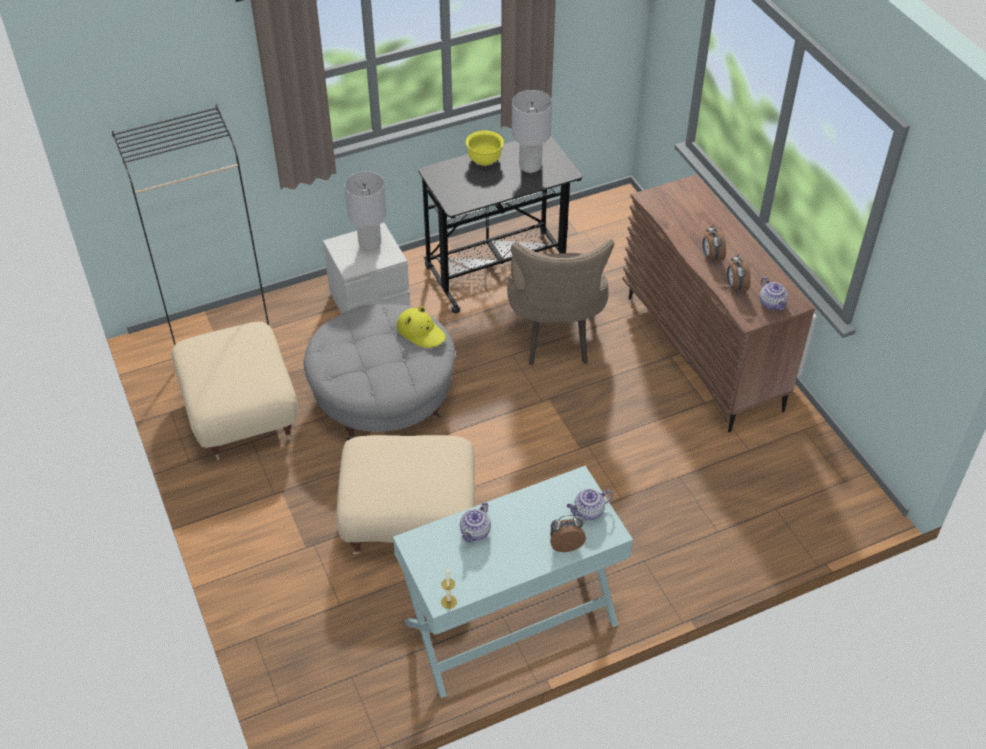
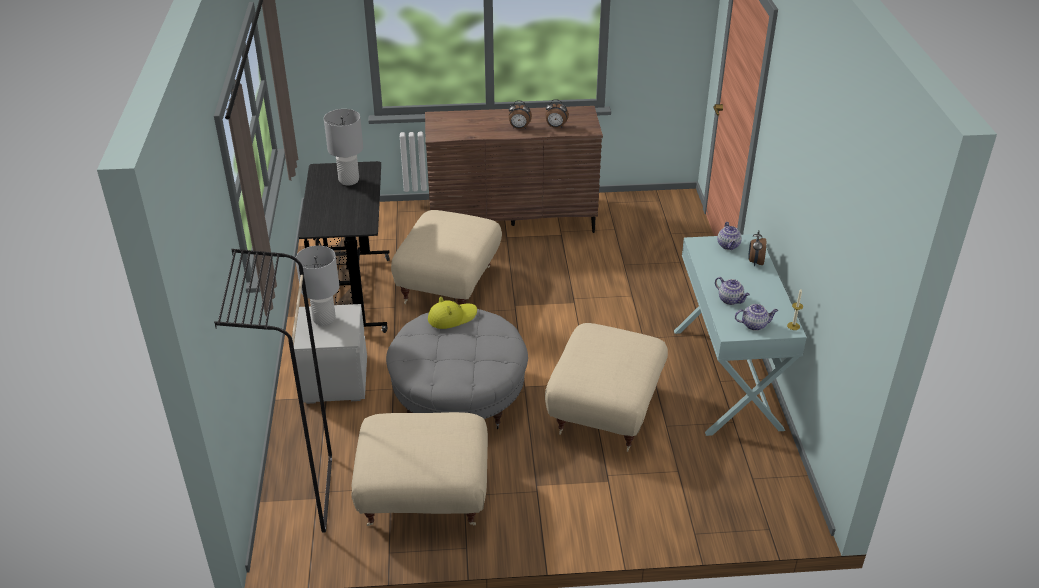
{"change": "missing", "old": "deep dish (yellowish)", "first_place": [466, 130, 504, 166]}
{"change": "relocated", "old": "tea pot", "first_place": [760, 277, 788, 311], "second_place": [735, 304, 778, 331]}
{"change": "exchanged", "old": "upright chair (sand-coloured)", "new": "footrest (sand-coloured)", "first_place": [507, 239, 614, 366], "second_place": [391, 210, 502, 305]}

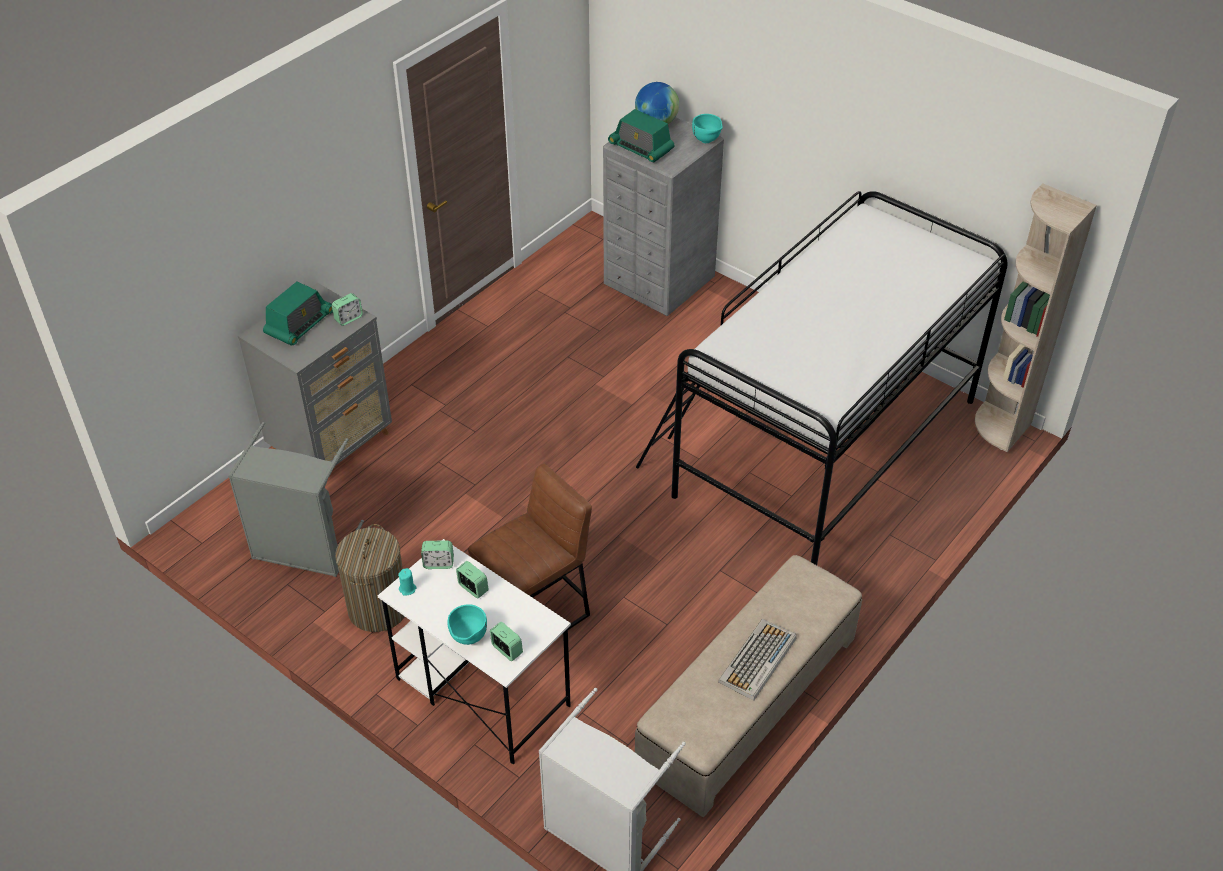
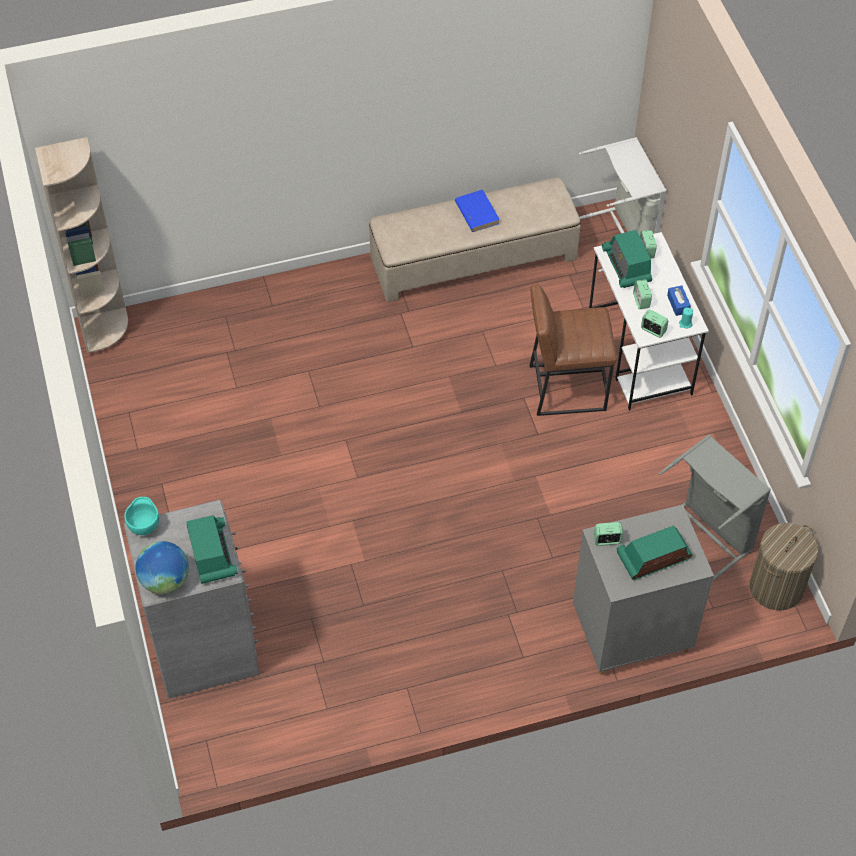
{"change": "missing", "old": "deep dish (turquoise)", "first_place": [447, 604, 487, 645]}
{"change": "missing", "old": "sleeping bed (black-coloured)", "first_place": [636, 191, 1007, 565]}
{"change": "appeared", "new": "radio set", "second_place": [602, 230, 652, 288]}
{"change": "appeared", "new": "tissue box (bluish)", "second_place": [667, 286, 691, 316]}
{"change": "relocated", "old": "laundry basket", "first_place": [335, 524, 405, 632], "second_place": [750, 523, 818, 611]}
{"change": "exchanged", "old": "computer keyboard", "new": "bound book (bluish)", "first_place": [718, 619, 797, 701], "second_place": [455, 190, 500, 232]}

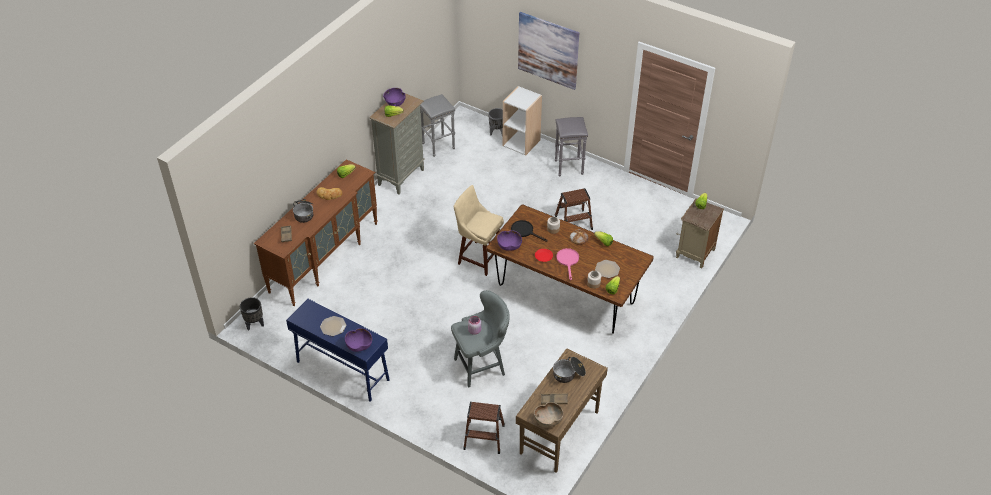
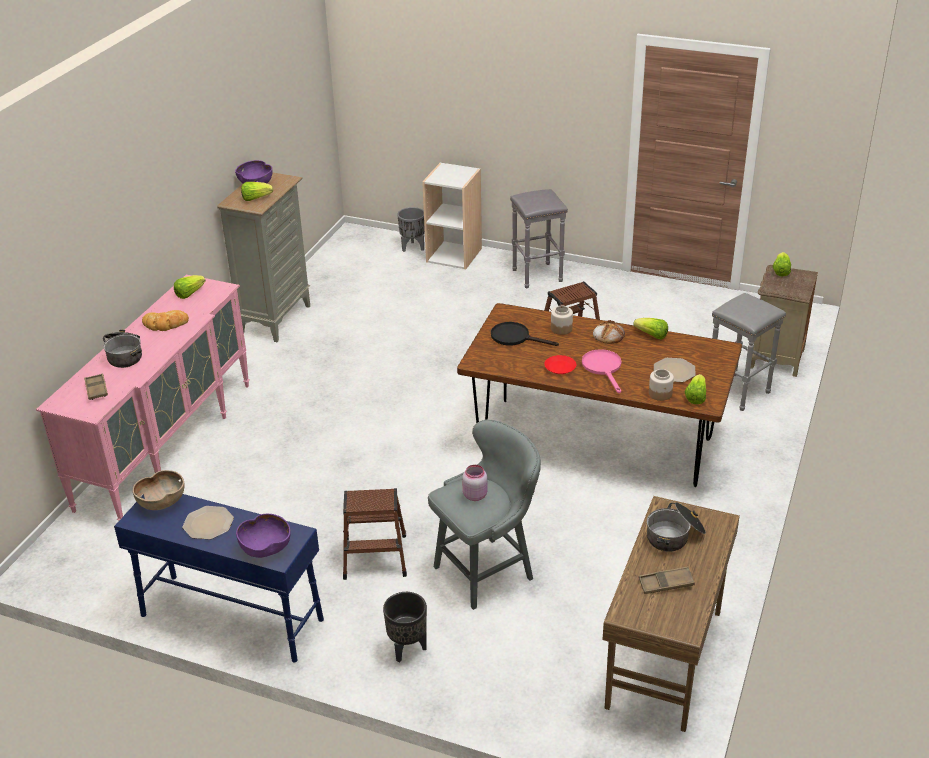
{"change": "missing", "old": "upright chair (sand-coloured)", "first_place": [454, 185, 504, 276]}
{"change": "missing", "old": "deep dish (purple-coloured)", "first_place": [497, 230, 522, 251]}
{"change": "missing", "old": "wall picture", "first_place": [518, 12, 579, 90]}
{"change": "relocated", "old": "plant pot (black-coloured)", "first_place": [240, 297, 264, 330], "second_place": [383, 592, 427, 662]}
{"change": "relocated", "old": "sitting stool (gray)", "first_place": [420, 94, 455, 157], "second_place": [712, 293, 786, 411]}
{"change": "relocated", "old": "step ladder (brown)", "first_place": [463, 401, 505, 454], "second_place": [343, 488, 407, 580]}
{"change": "relocated", "old": "deep dish (brown)", "first_place": [534, 402, 563, 427], "second_place": [133, 470, 185, 510]}
{"change": "colour", "old": "cabinet (brown)", "new": "cabinet (pink)", "first_place": [254, 159, 377, 306], "second_place": [36, 275, 250, 520]}

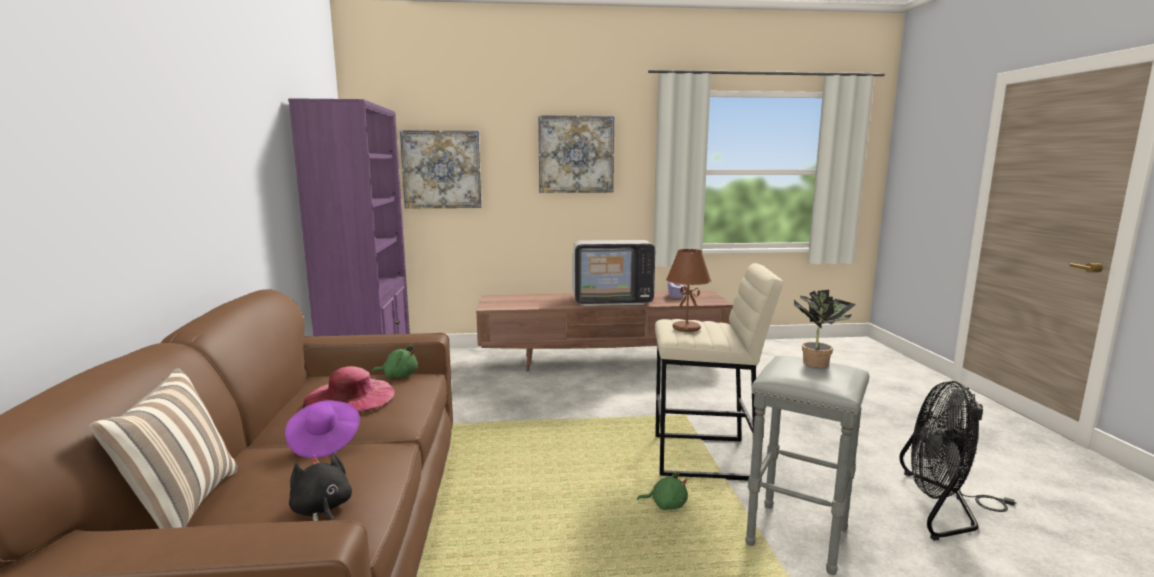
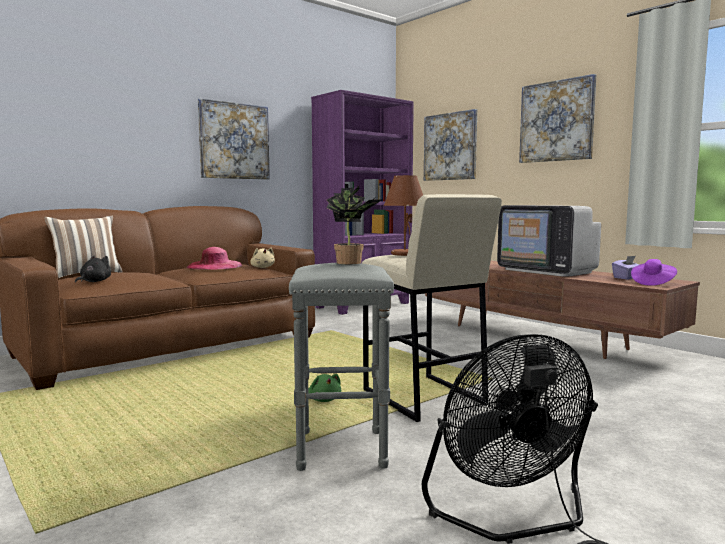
{"change": "appeared", "new": "wall picture", "second_place": [198, 99, 270, 180]}
{"change": "relocated", "old": "clothing hat (purple-coloured)", "first_place": [285, 400, 360, 458], "second_place": [631, 259, 677, 286]}
{"change": "colour", "old": "soft toy (green-coloured)", "new": "soft toy (sand-coloured)", "first_place": [372, 345, 418, 378], "second_place": [250, 248, 275, 268]}

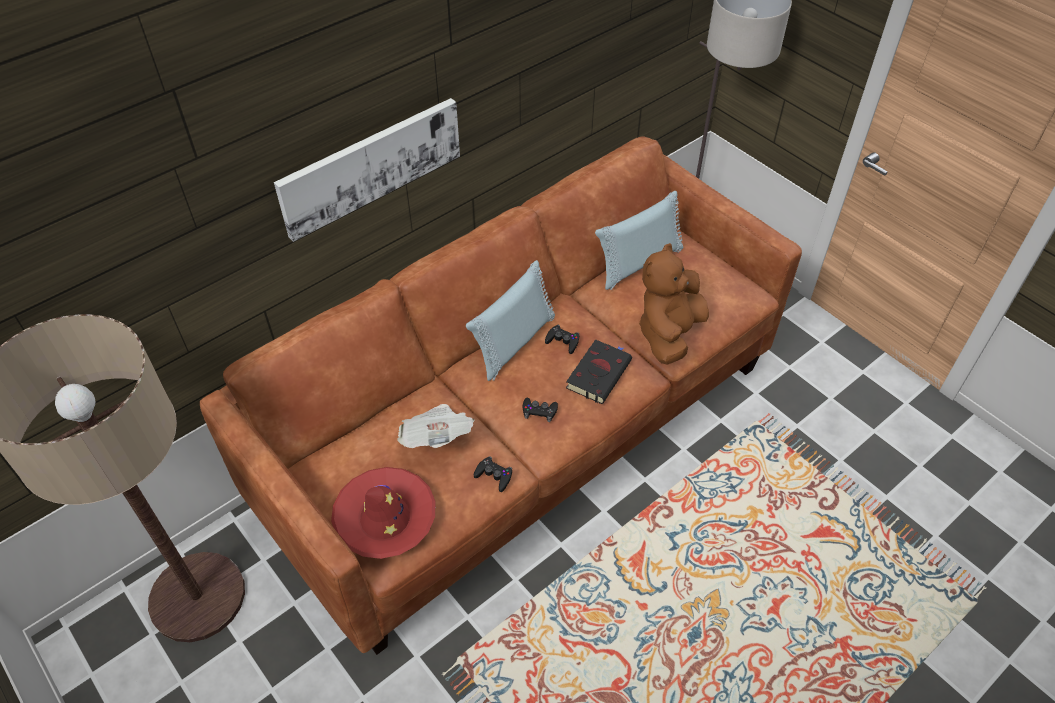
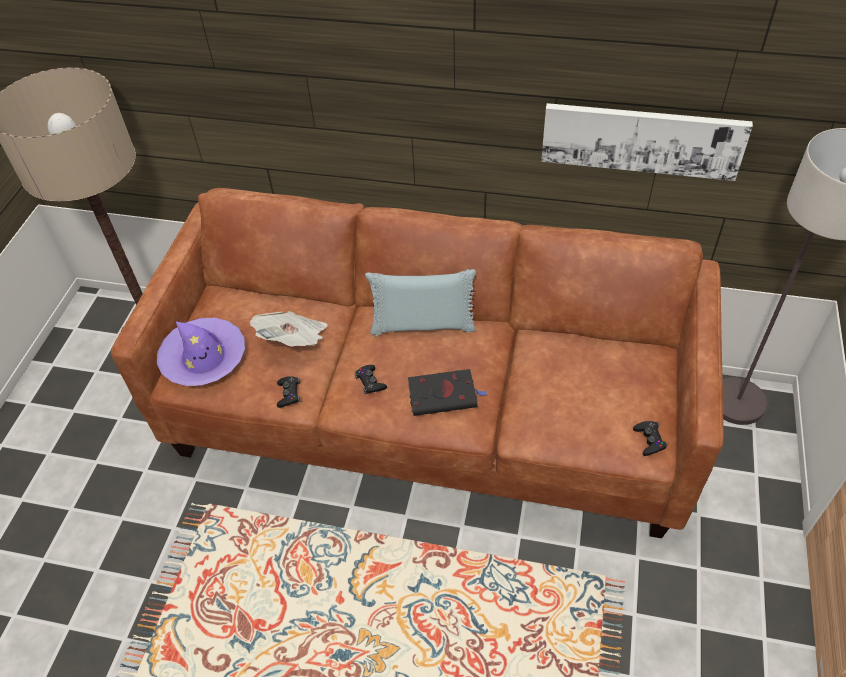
{"change": "missing", "old": "pillow (bluish)", "first_place": [595, 191, 683, 290]}
{"change": "missing", "old": "soft toy (brown)", "first_place": [639, 243, 709, 364]}
{"change": "relocated", "old": "wall picture", "first_place": [274, 98, 460, 242], "second_place": [541, 103, 753, 181]}
{"change": "relocated", "old": "gamepad (black-coloured)", "first_place": [545, 325, 579, 354], "second_place": [633, 421, 668, 456]}
{"change": "colour", "old": "clothing hat (red-coloured)", "new": "clothing hat (purple-coloured)", "first_place": [331, 467, 435, 559], "second_place": [157, 318, 245, 386]}

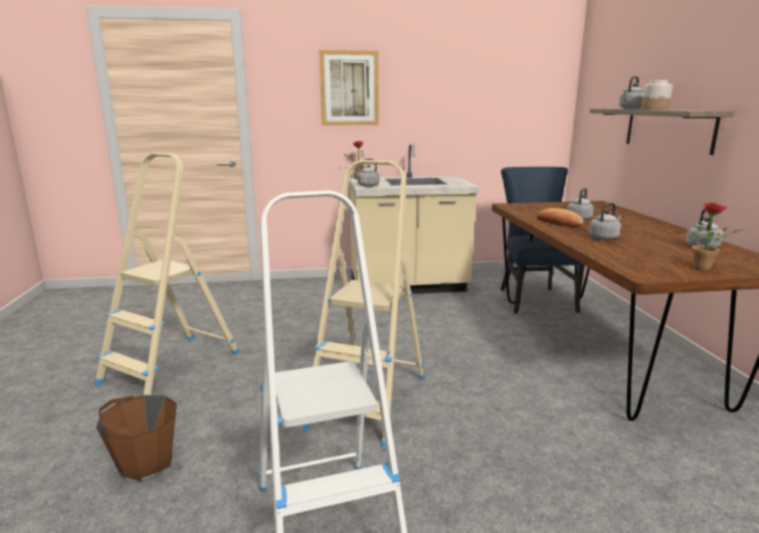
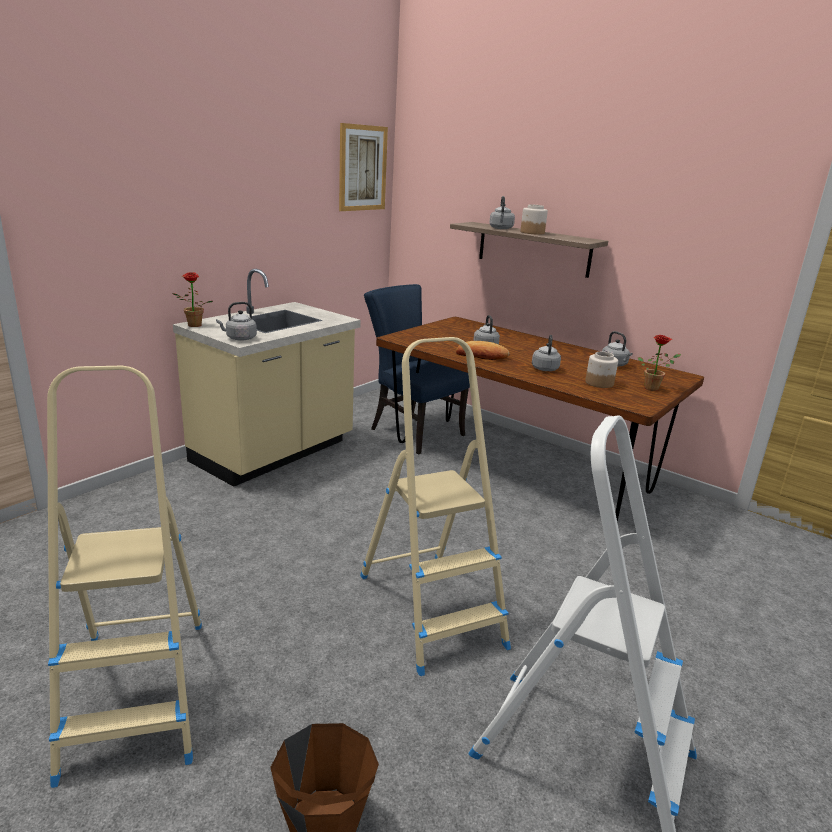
{"change": "appeared", "new": "preserve jar", "second_place": [585, 352, 618, 388]}
{"change": "relocated", "old": "wall picture", "first_place": [319, 50, 379, 126], "second_place": [339, 123, 388, 211]}

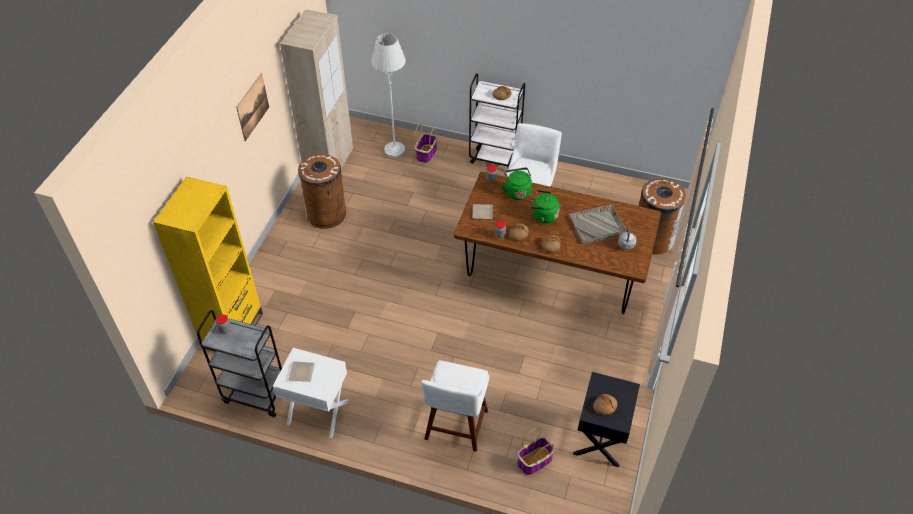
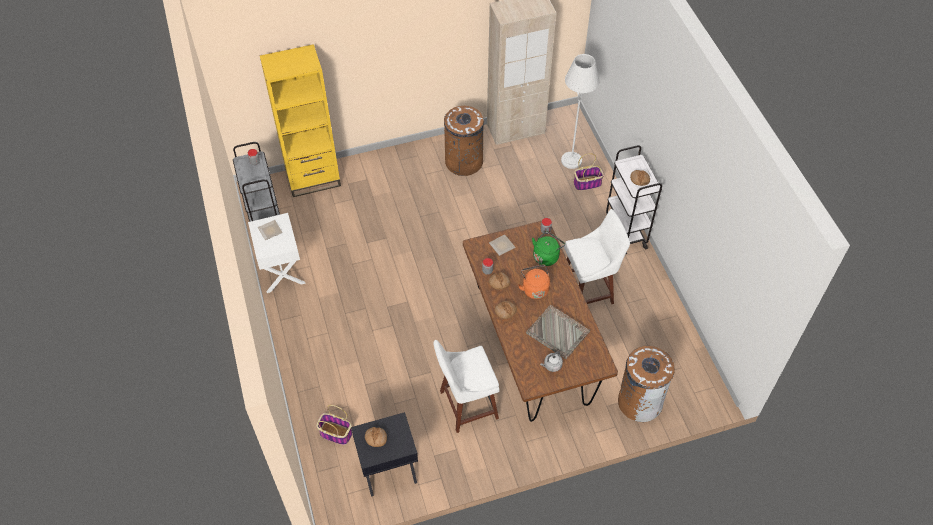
{"change": "missing", "old": "wall picture", "first_place": [236, 73, 269, 141]}
{"change": "relocated", "old": "upright chair (white-coloured)", "first_place": [421, 360, 489, 452], "second_place": [434, 340, 500, 433]}
{"change": "colour", "old": "water kettle (green-coloured)", "new": "water kettle (orangey)", "first_place": [530, 190, 560, 224], "second_place": [518, 265, 550, 299]}

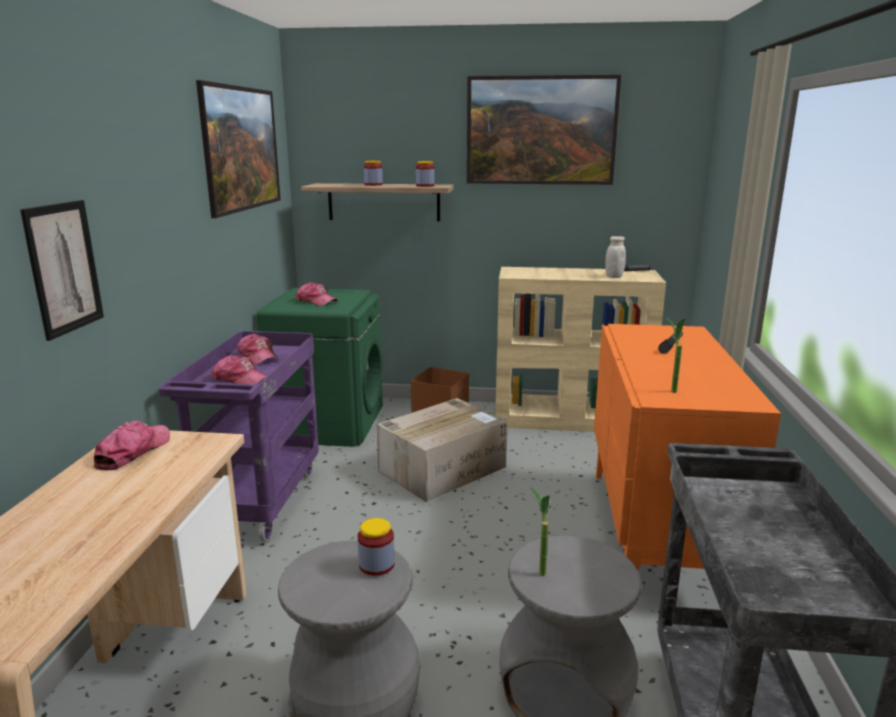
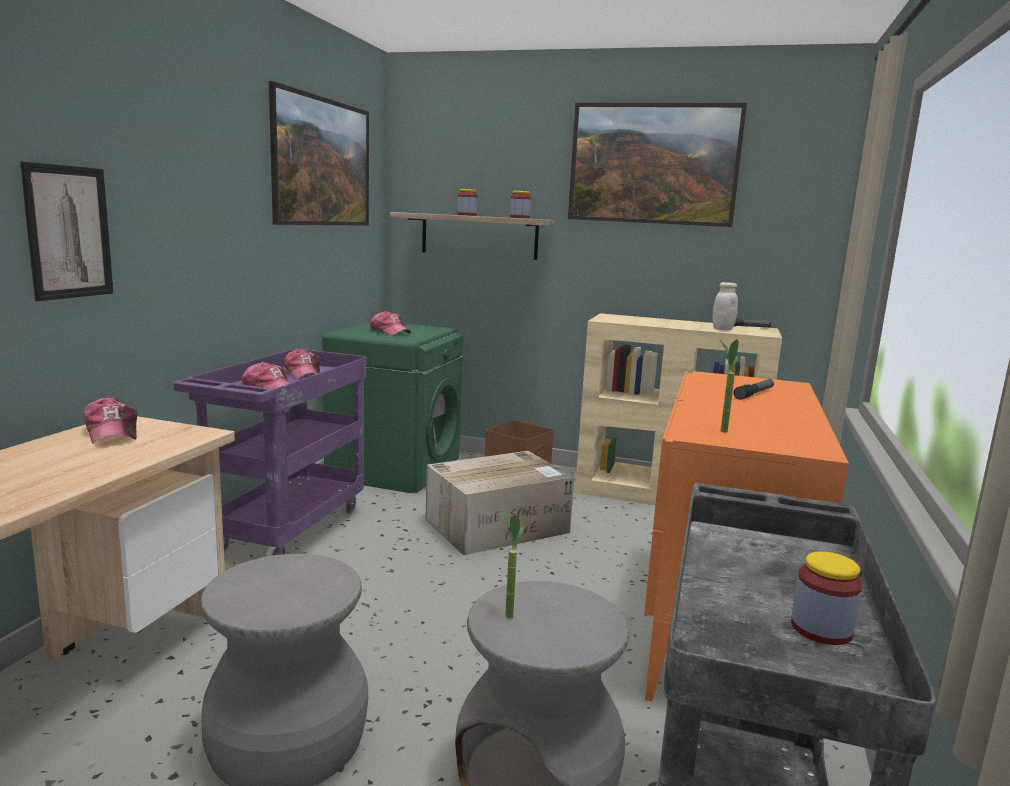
{"change": "relocated", "old": "preserve jar", "first_place": [358, 518, 395, 576], "second_place": [791, 551, 863, 645]}
{"change": "spun", "old": "cap", "first_place": [93, 421, 170, 470], "second_place": [83, 396, 137, 444], "degrees": 120}

